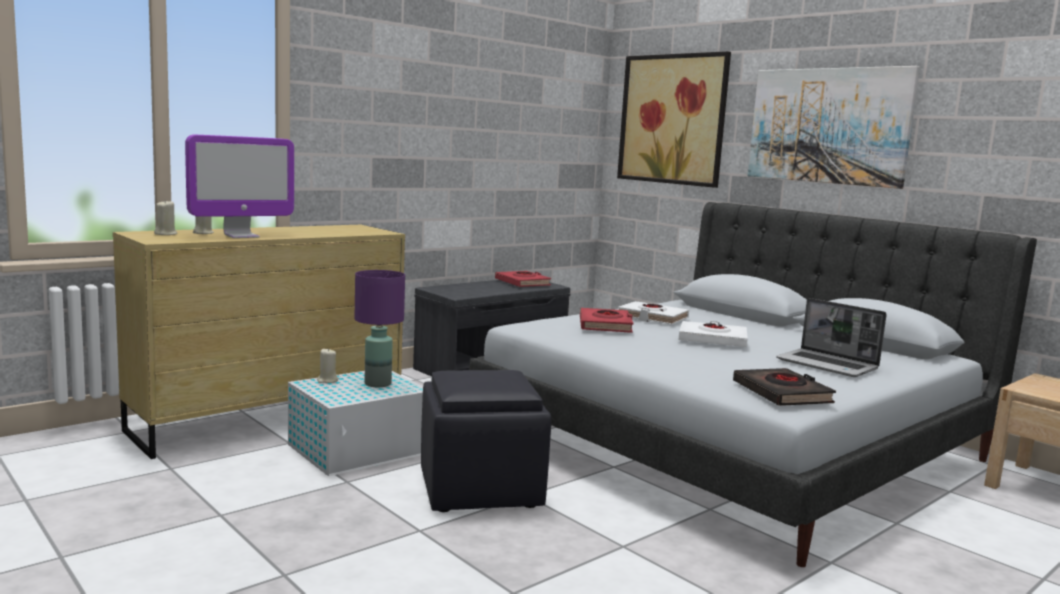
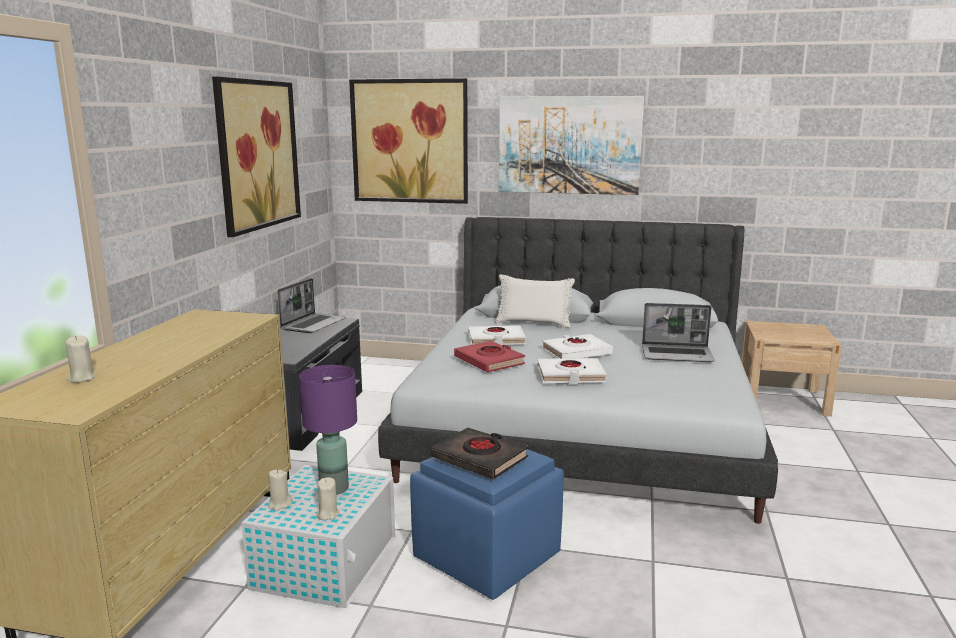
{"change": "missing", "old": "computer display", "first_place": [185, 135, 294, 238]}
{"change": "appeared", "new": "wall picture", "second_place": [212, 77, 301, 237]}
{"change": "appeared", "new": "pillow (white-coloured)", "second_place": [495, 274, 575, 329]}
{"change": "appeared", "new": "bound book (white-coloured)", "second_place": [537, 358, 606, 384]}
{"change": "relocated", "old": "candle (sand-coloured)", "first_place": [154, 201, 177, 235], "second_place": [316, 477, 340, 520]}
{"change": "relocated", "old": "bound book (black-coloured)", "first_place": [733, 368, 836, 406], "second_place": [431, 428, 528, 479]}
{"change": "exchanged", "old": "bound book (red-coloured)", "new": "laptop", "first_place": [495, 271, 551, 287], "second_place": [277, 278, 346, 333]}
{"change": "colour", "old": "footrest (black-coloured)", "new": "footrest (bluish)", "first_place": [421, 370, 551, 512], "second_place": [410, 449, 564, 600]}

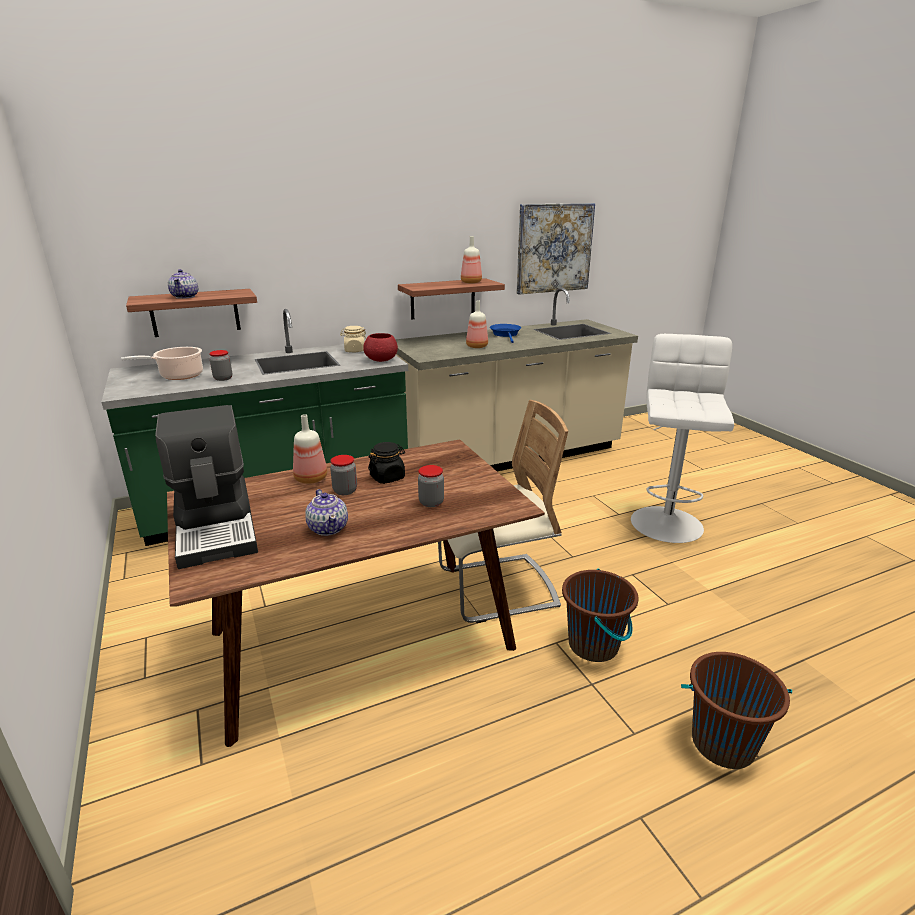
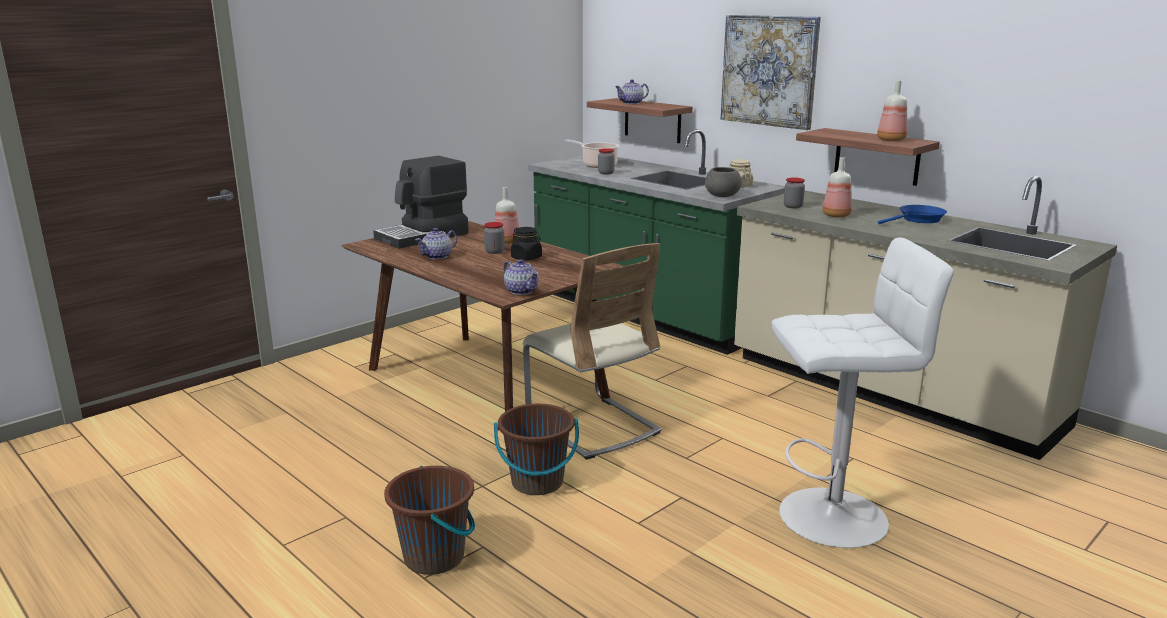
{"change": "appeared", "new": "tea pot", "second_place": [503, 259, 539, 295]}
{"change": "relocated", "old": "preserve jar", "first_place": [418, 465, 444, 507], "second_place": [784, 178, 805, 208]}
{"change": "relocated", "old": "wall picture", "first_place": [516, 203, 595, 295], "second_place": [721, 15, 821, 130]}
{"change": "colour", "old": "deep dish (red-coloured)", "new": "deep dish (gray)", "first_place": [363, 333, 398, 362], "second_place": [705, 167, 742, 197]}

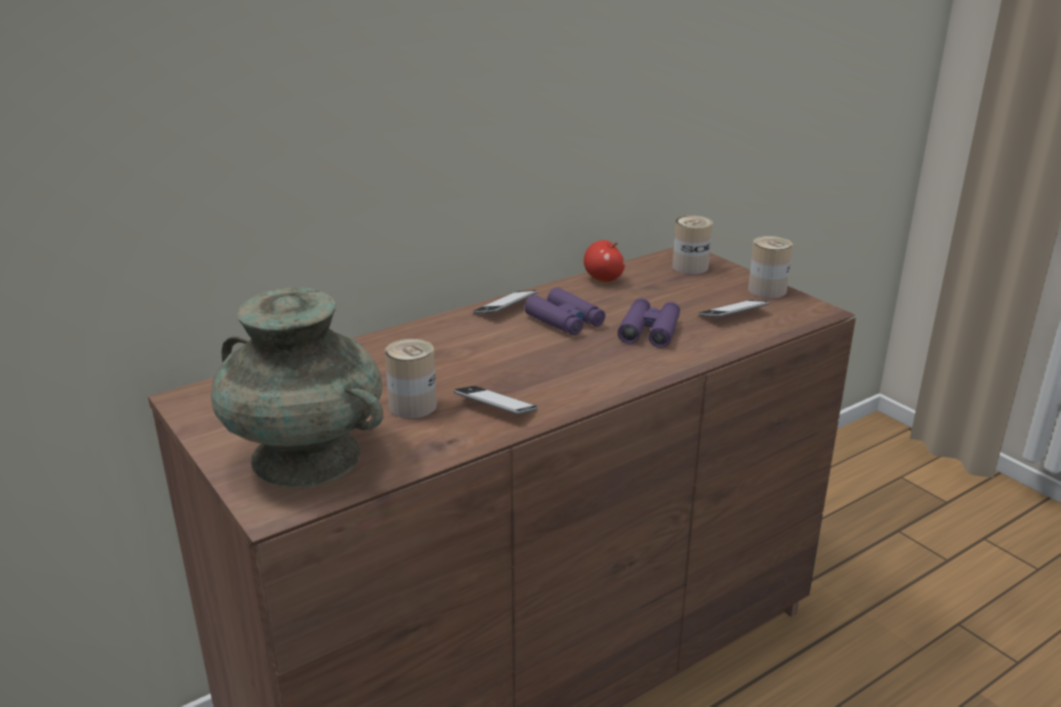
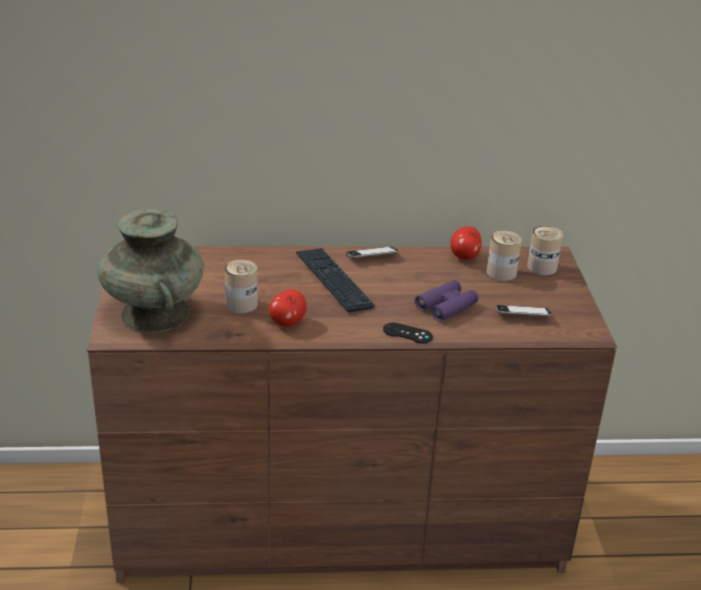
{"change": "missing", "old": "binoculars (purple-coloured)", "first_place": [525, 287, 606, 335]}
{"change": "appeared", "new": "computer keyboard", "second_place": [296, 248, 375, 313]}
{"change": "appeared", "new": "gamepad (black-coloured)", "second_place": [383, 323, 433, 343]}
{"change": "relocated", "old": "can", "first_place": [748, 236, 793, 298], "second_place": [487, 231, 522, 281]}
{"change": "exchanged", "old": "phone", "new": "apple fruit", "first_place": [454, 386, 538, 414], "second_place": [269, 289, 307, 327]}

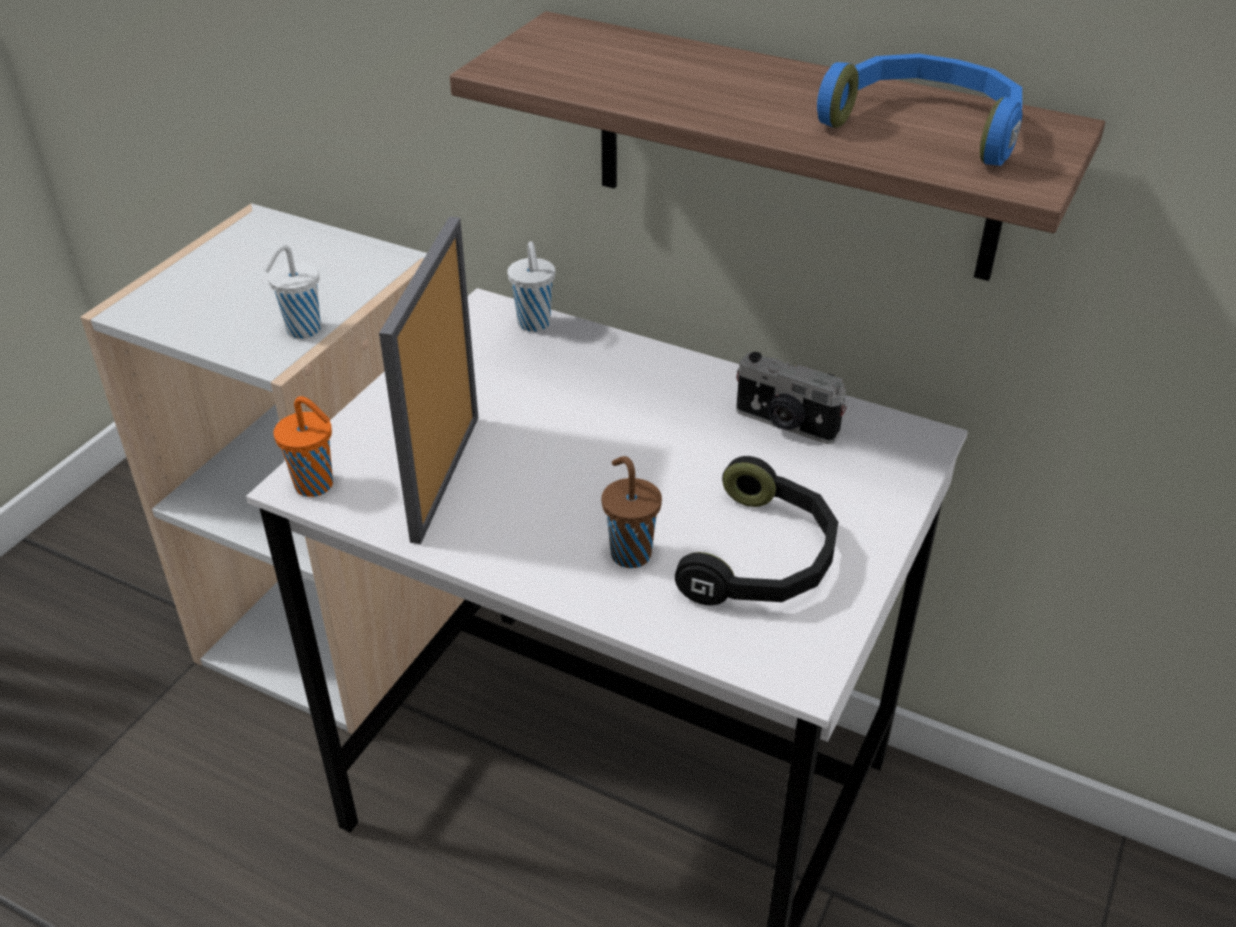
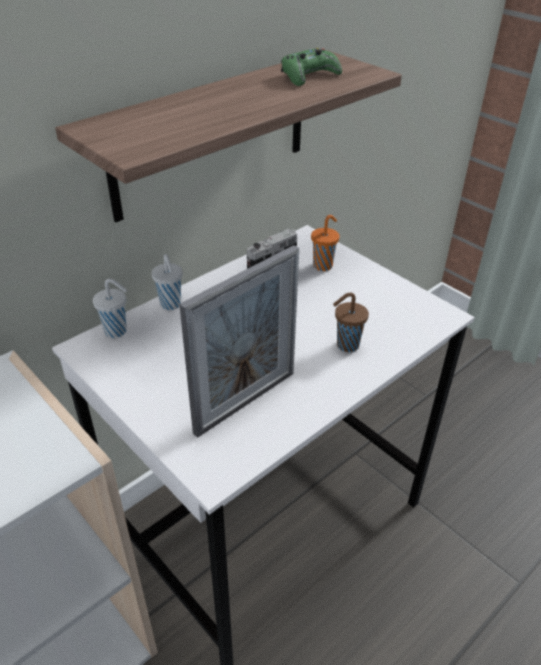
{"change": "missing", "old": "pair of headphones (black-coloured)", "first_place": [675, 456, 838, 606]}
{"change": "relocated", "old": "small cup (white-coloured)", "first_place": [264, 244, 321, 339], "second_place": [151, 254, 183, 310]}
{"change": "relocated", "old": "small cup (orangey)", "first_place": [274, 396, 333, 497], "second_place": [311, 215, 340, 271]}
{"change": "exchanged", "old": "pair of headphones (bluish)", "new": "gamepad (green-coloured)", "first_place": [817, 54, 1022, 166], "second_place": [281, 48, 342, 86]}
{"change": "spun", "old": "photo frame", "first_place": [379, 217, 478, 544], "second_place": [179, 245, 299, 438], "degrees": -75}

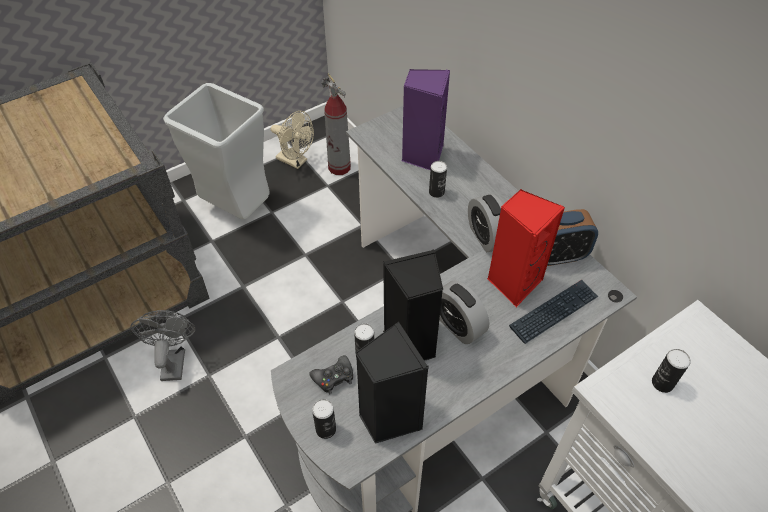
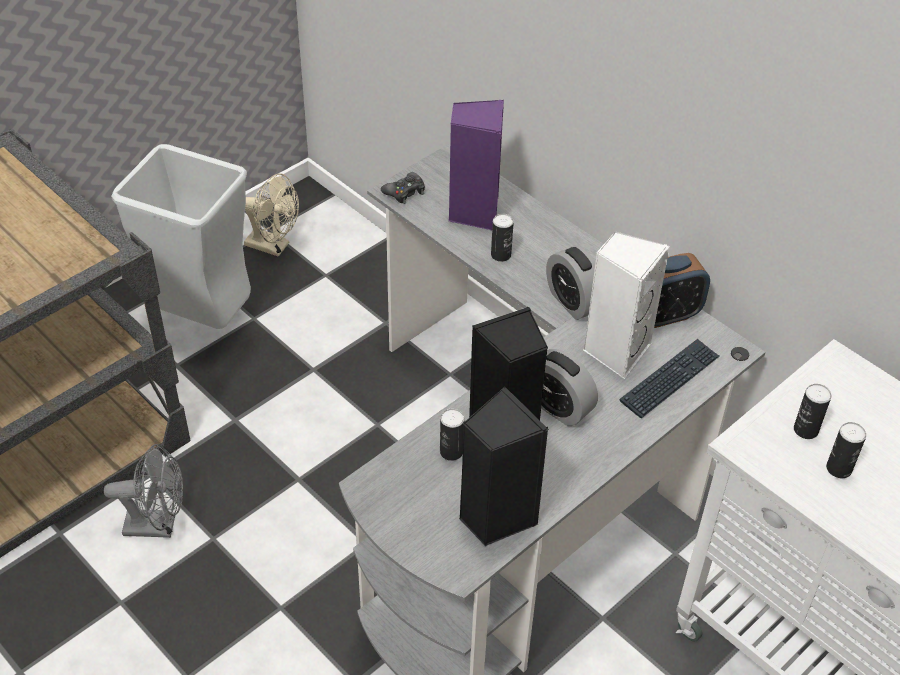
{"change": "missing", "old": "extinguisher", "first_place": [321, 73, 351, 175]}
{"change": "relocated", "old": "gamepad (black-coloured)", "first_place": [309, 355, 353, 394], "second_place": [381, 172, 425, 204]}
{"change": "relocated", "old": "can", "first_place": [312, 399, 336, 439], "second_place": [826, 422, 866, 478]}
{"change": "colour", "old": "speaker (red-coloured)", "new": "speaker (white-coloured)", "first_place": [487, 189, 565, 307], "second_place": [583, 231, 670, 379]}
{"change": "spun", "old": "cooling fan (gray)", "first_place": [130, 310, 196, 381], "second_place": [104, 444, 183, 538], "degrees": 105}

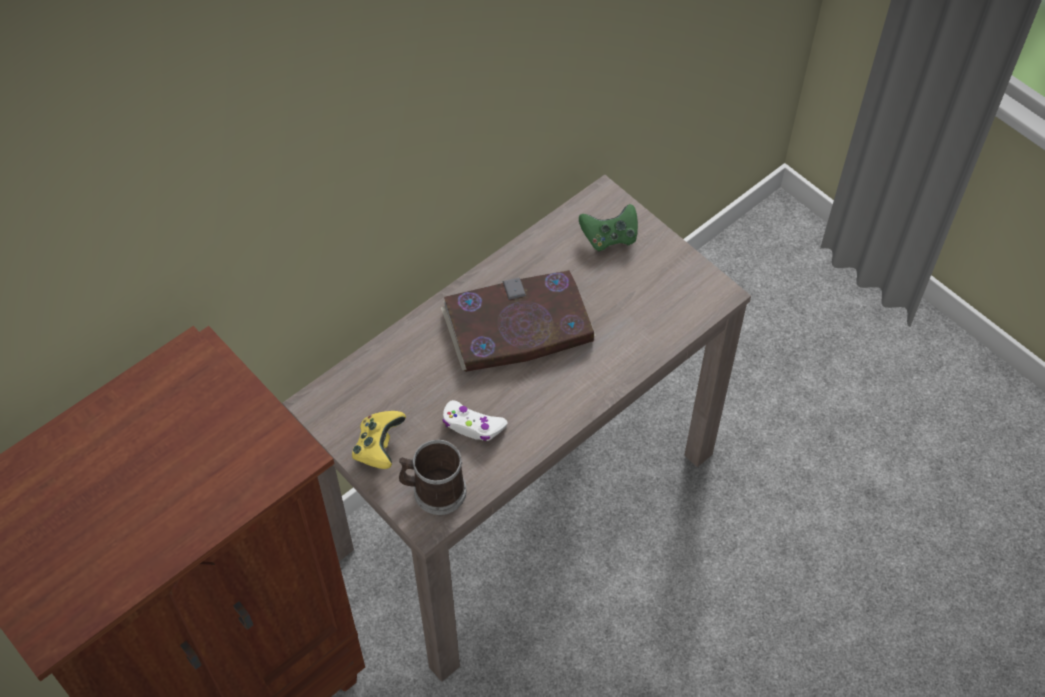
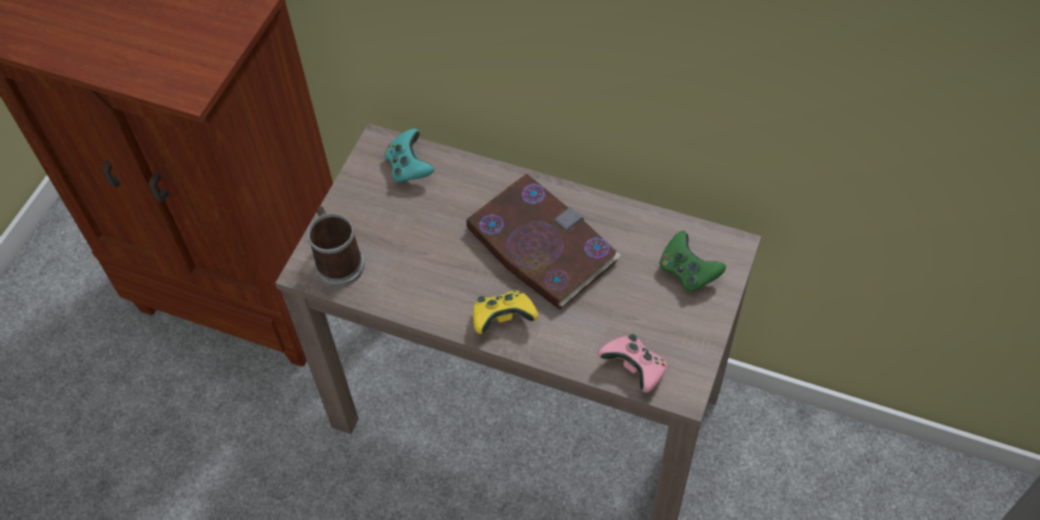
{"change": "missing", "old": "gamepad (white-coloured)", "first_place": [442, 400, 507, 441]}
{"change": "appeared", "new": "gamepad (turquoise)", "second_place": [384, 129, 434, 184]}
{"change": "appeared", "new": "gamepad (pink)", "second_place": [598, 334, 667, 393]}
{"change": "relocated", "old": "gamepad (yellowish)", "first_place": [352, 411, 406, 469], "second_place": [473, 290, 538, 334]}

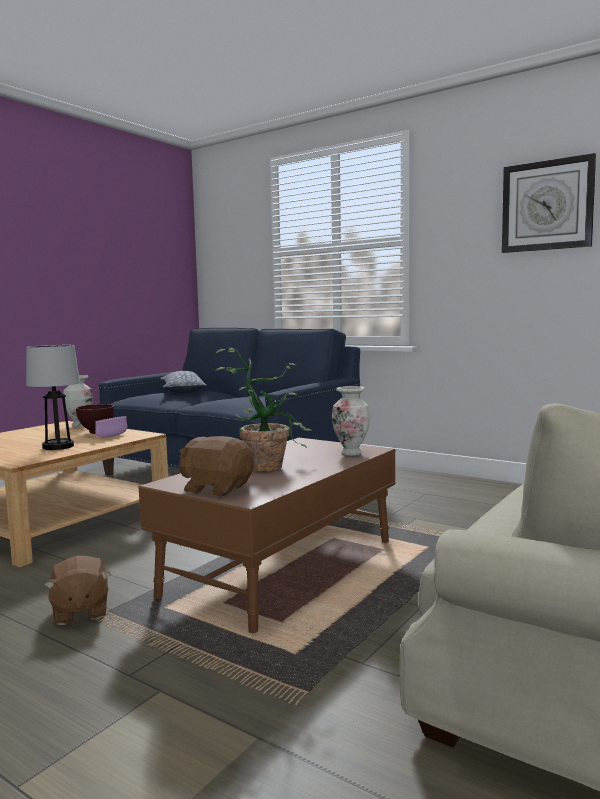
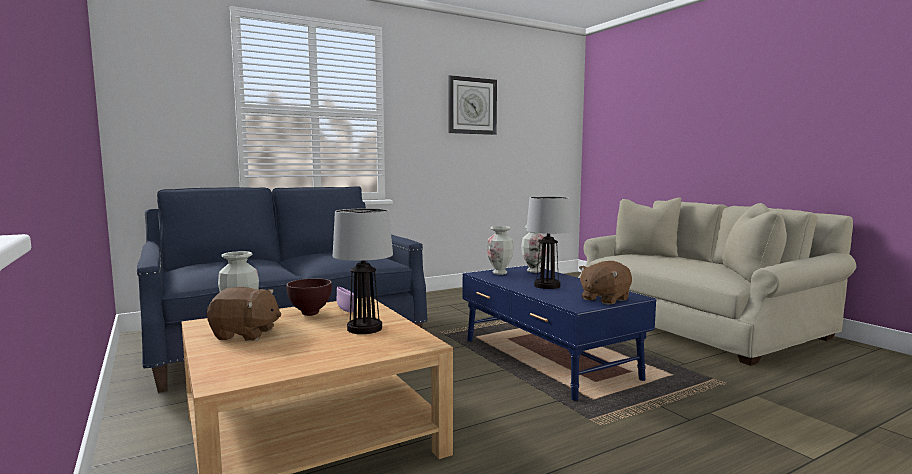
{"change": "missing", "old": "pillow", "first_place": [160, 371, 207, 393]}
{"change": "appeared", "new": "vase", "second_place": [487, 226, 513, 275]}
{"change": "relocated", "old": "soft toy (brown)", "first_place": [44, 556, 111, 625], "second_place": [207, 287, 282, 341]}
{"change": "exchanged", "old": "plant in a pot", "new": "lamp for a table", "first_place": [215, 347, 313, 471], "second_place": [526, 196, 571, 289]}
{"change": "colour", "old": "lounge table (brown)", "new": "lounge table (bluish)", "first_place": [138, 438, 395, 633], "second_place": [463, 266, 656, 401]}

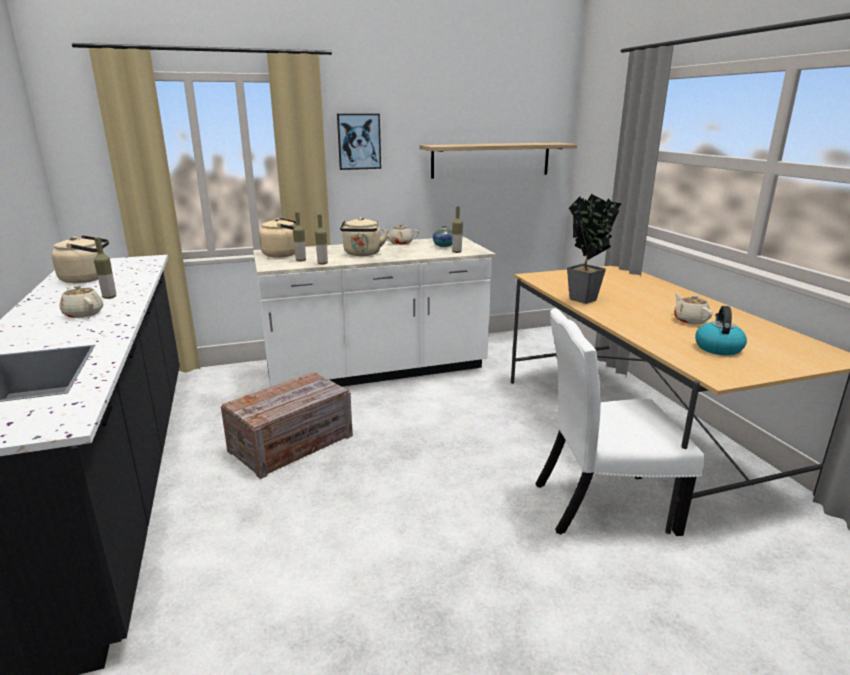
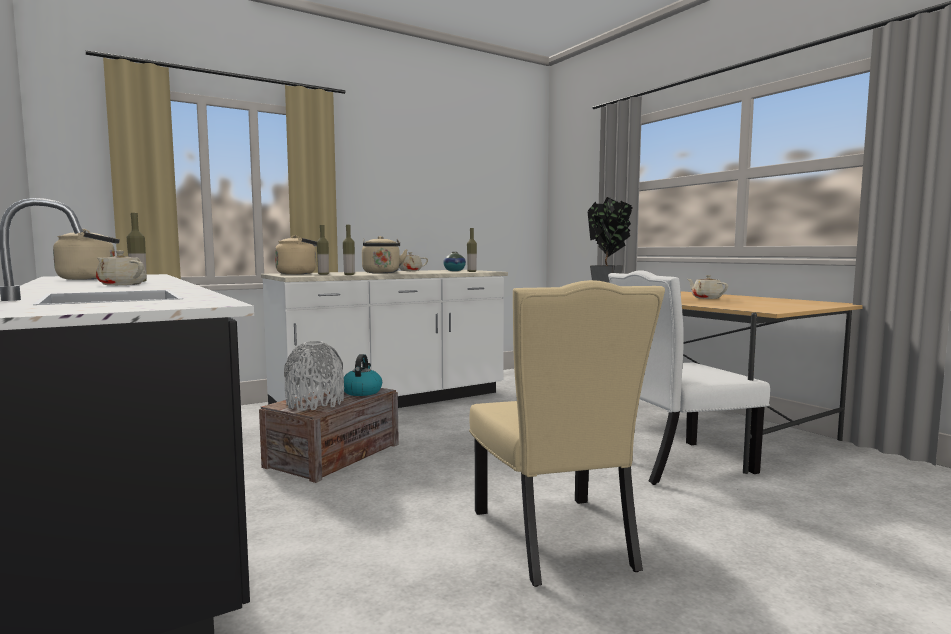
{"change": "missing", "old": "wall picture", "first_place": [337, 114, 381, 170]}
{"change": "missing", "old": "bracket shelf", "first_place": [420, 142, 577, 179]}
{"change": "appeared", "new": "vase (gray)", "second_place": [284, 341, 344, 411]}
{"change": "appeared", "new": "upright chair (sand-coloured)", "second_place": [469, 280, 665, 587]}
{"change": "relocated", "old": "water kettle", "first_place": [695, 306, 747, 355], "second_place": [344, 354, 382, 396]}

